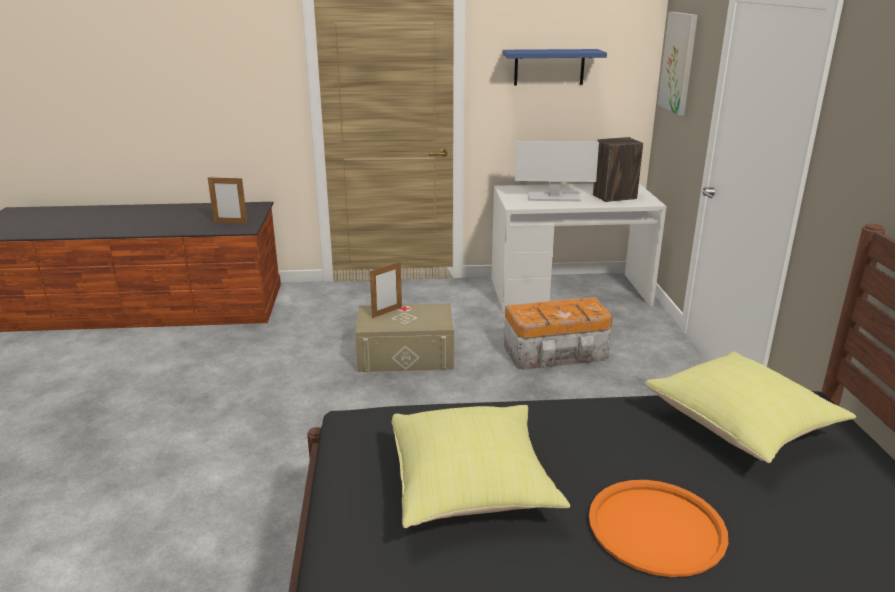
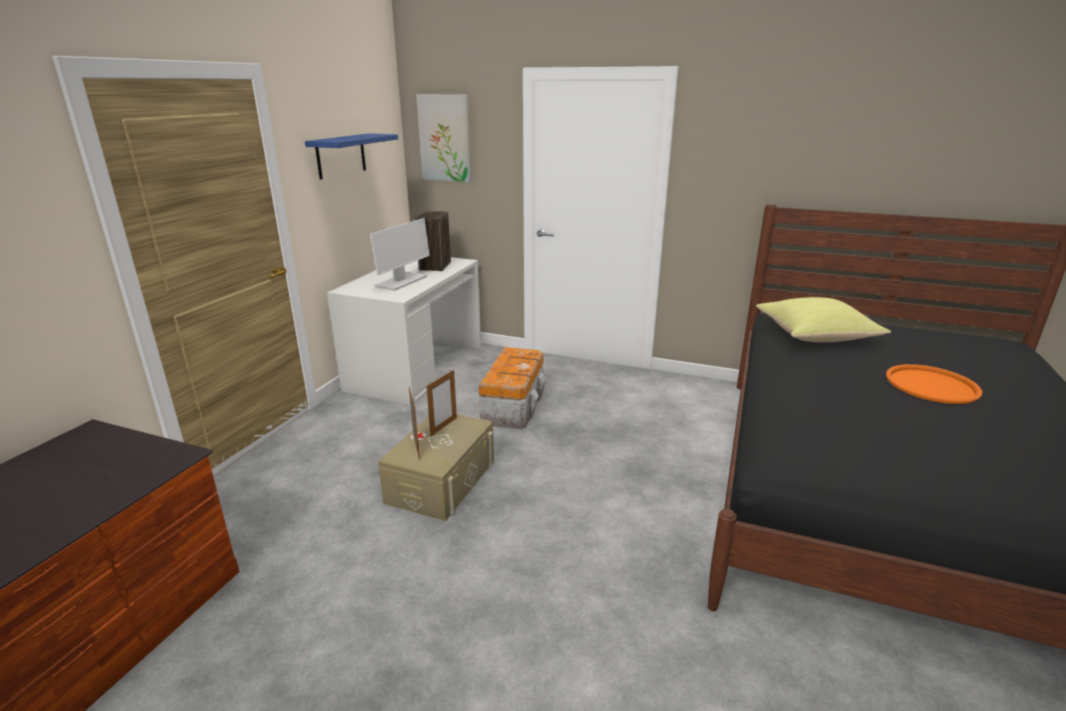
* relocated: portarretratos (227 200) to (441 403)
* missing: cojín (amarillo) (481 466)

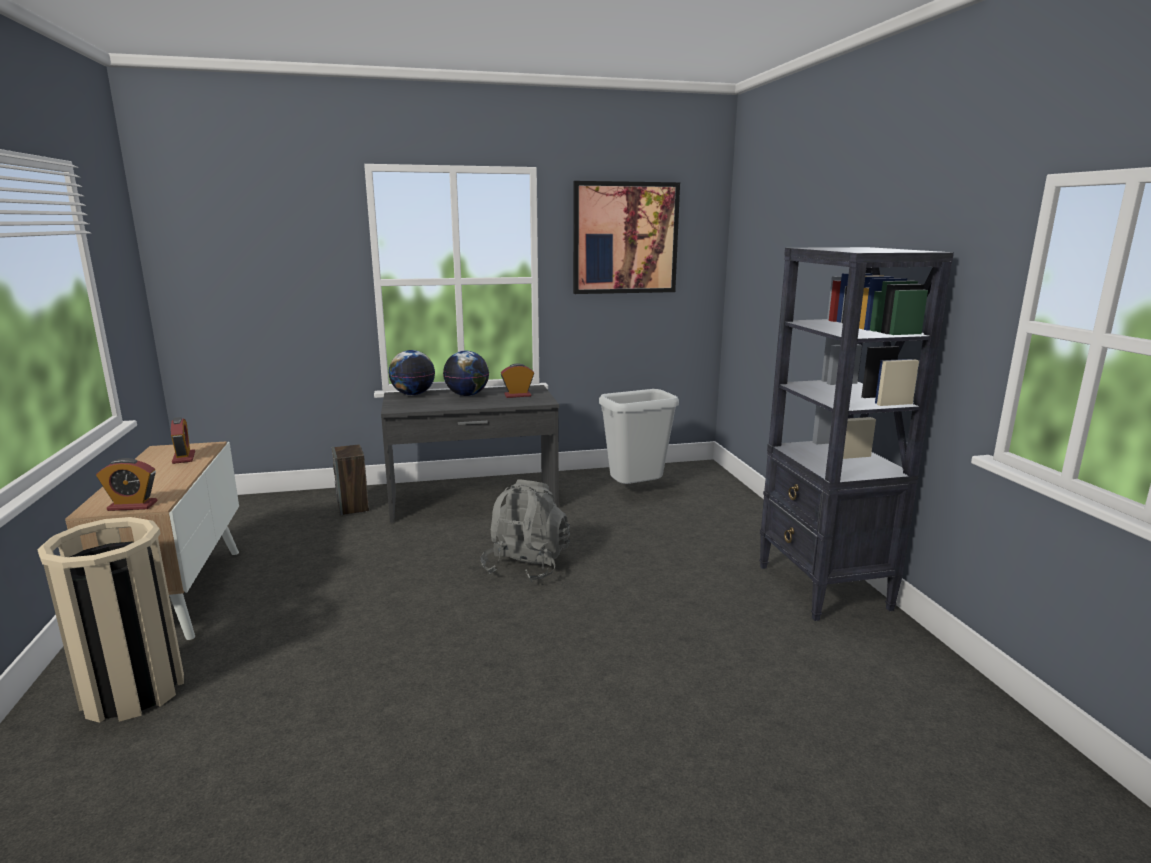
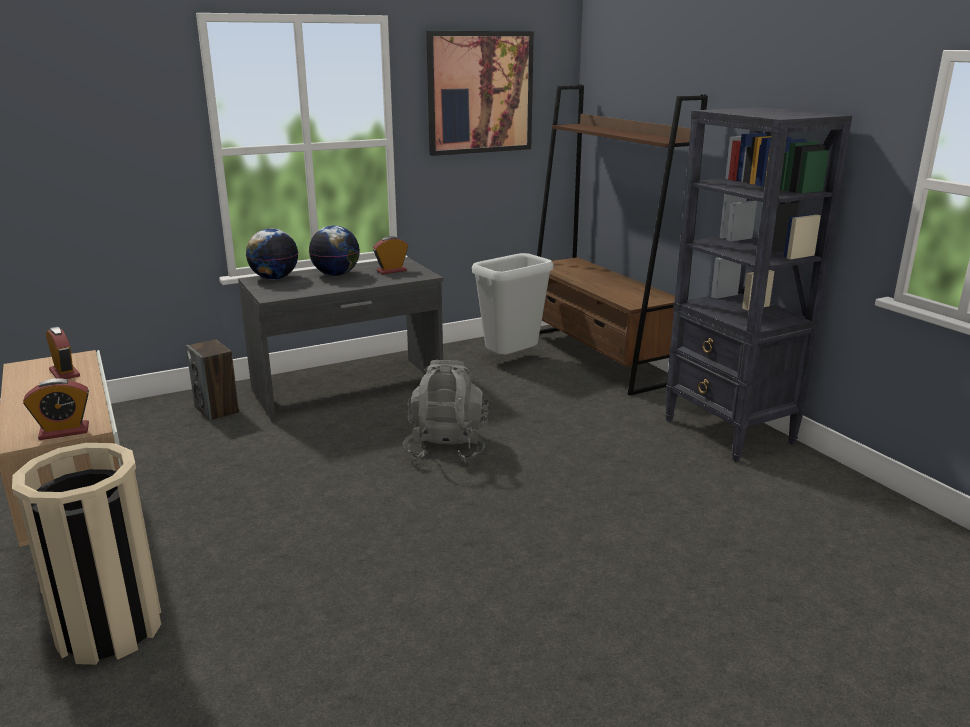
* appeared: estantería (marrón) (622 240)

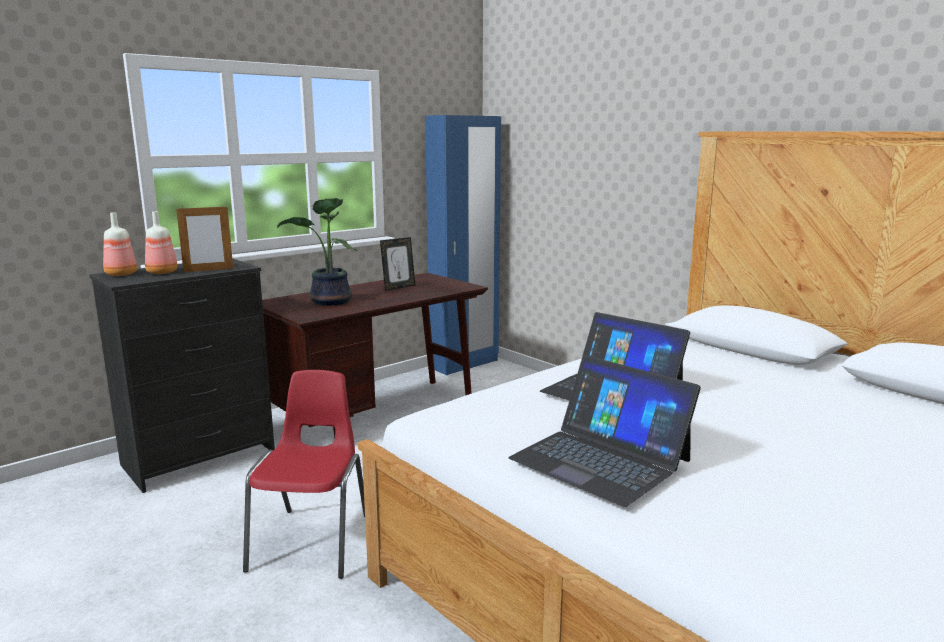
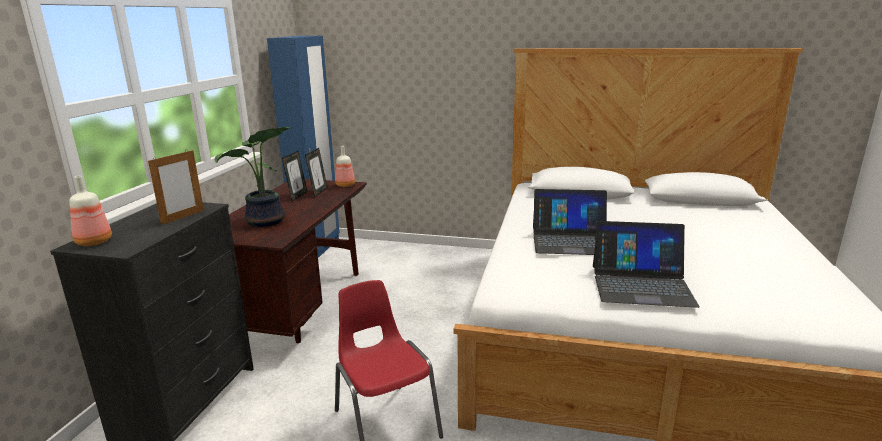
* relocated: botella (161 242) to (345 166)
* appeared: portarretratos (316 173)

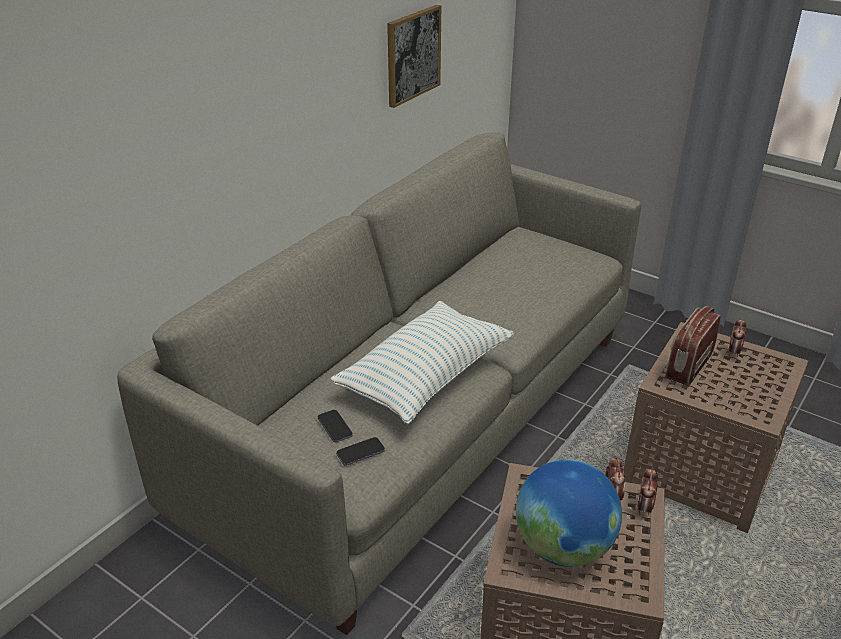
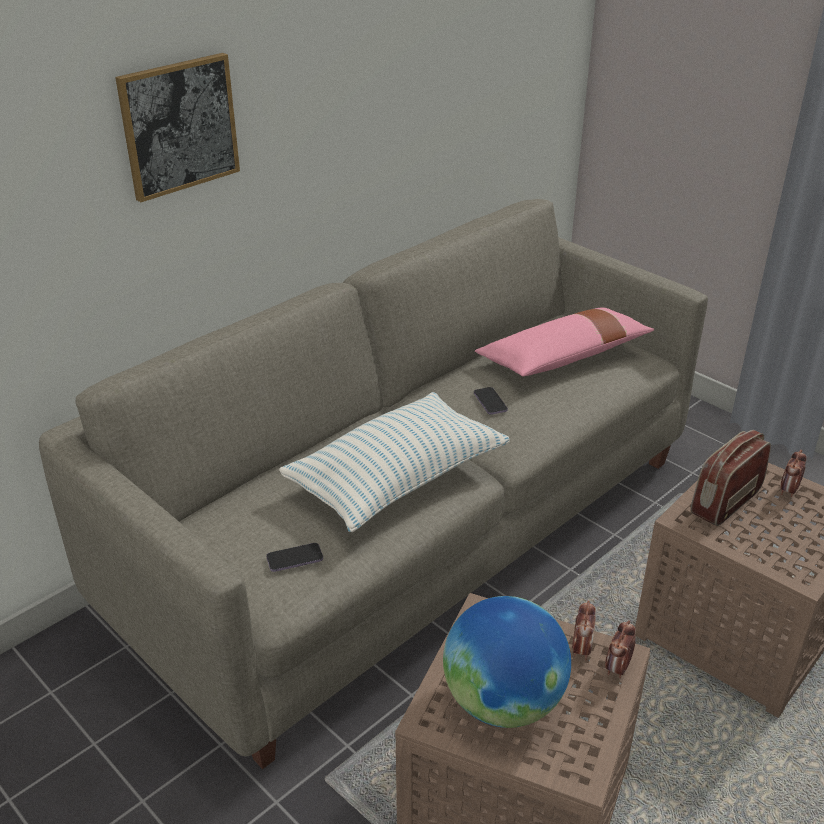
* relocated: cuadro (414 56) to (177 127)
* relocated: móvil (335 426) to (491 401)
* appeared: cojín (rosa) (564 341)

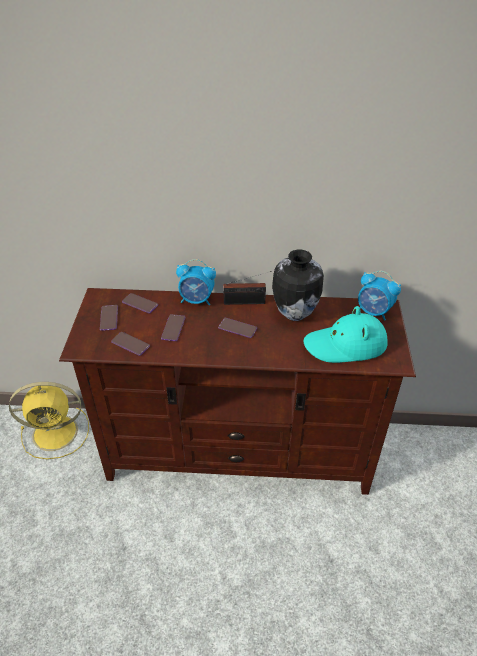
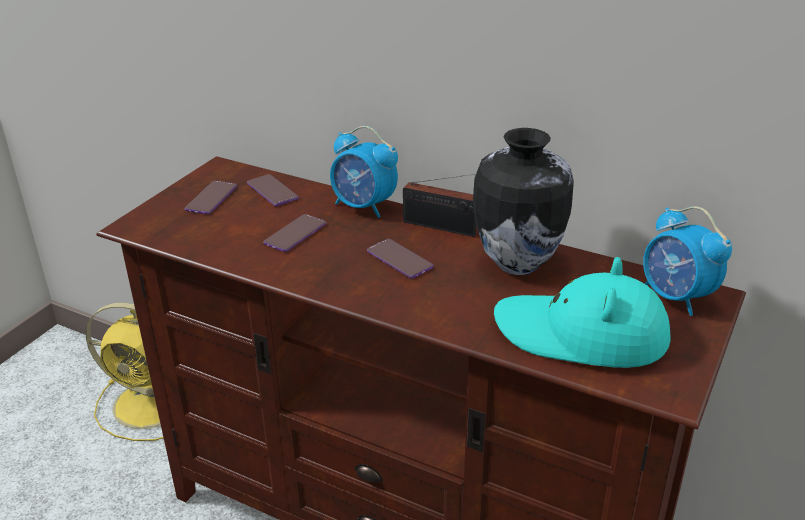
* missing: móvil (130 344)

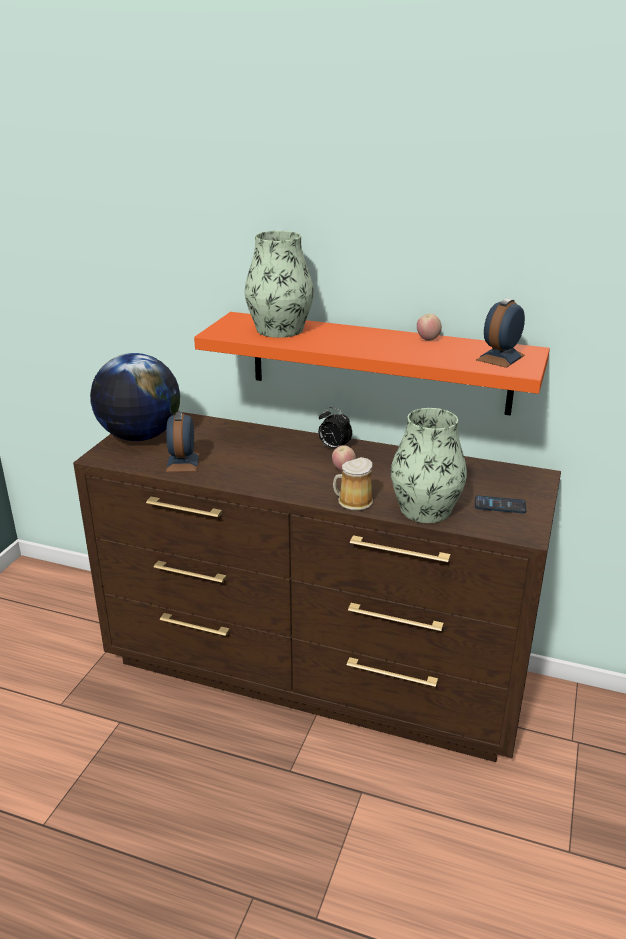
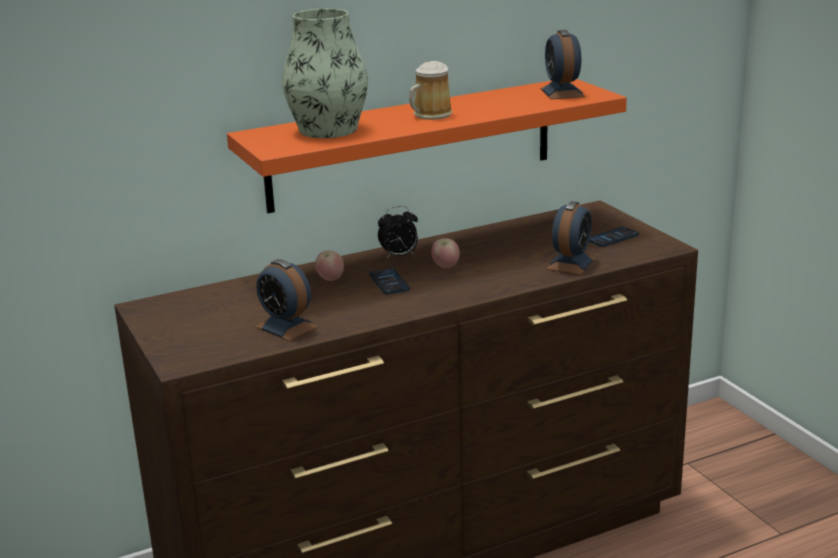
* relocated: manzana (429 327) to (329 265)
* missing: globo terráqueo (135 397)
* exchanged: florero (429 465) to despertador (571 238)
* relocated: taza grande (353 484) to (431 90)
* appeared: móvil (389 281)

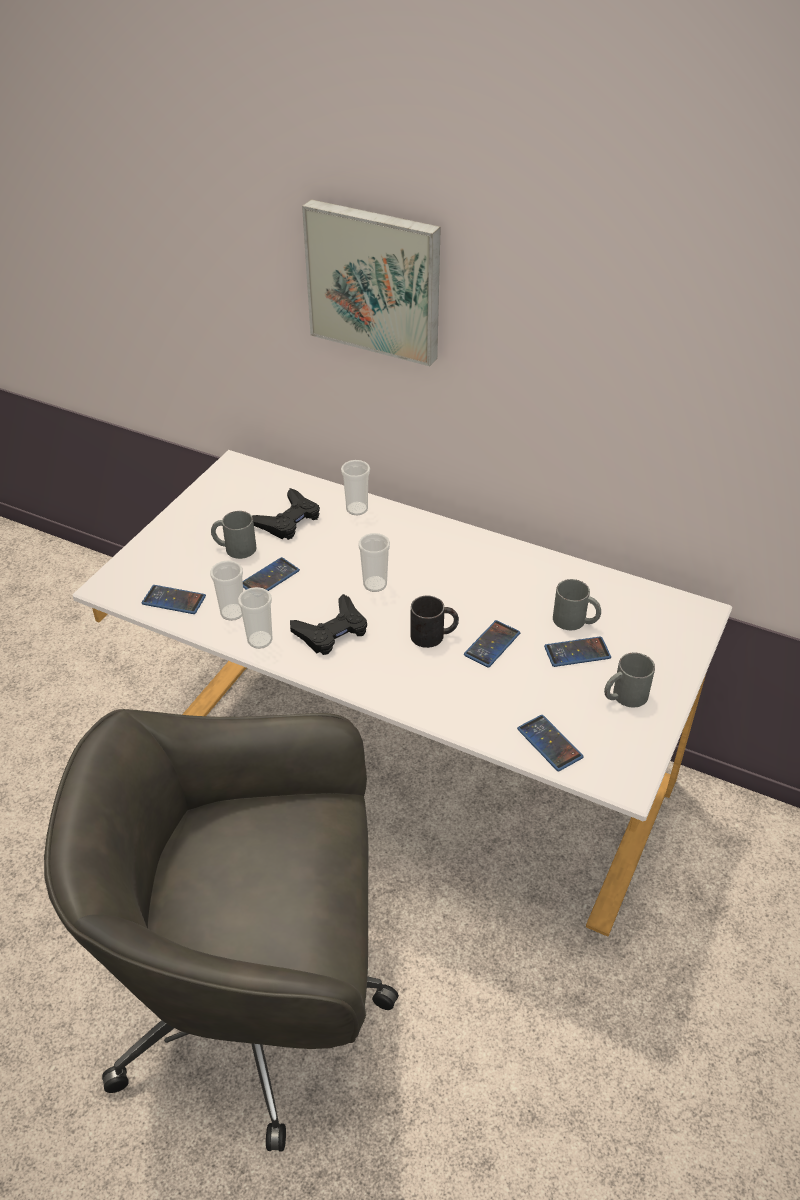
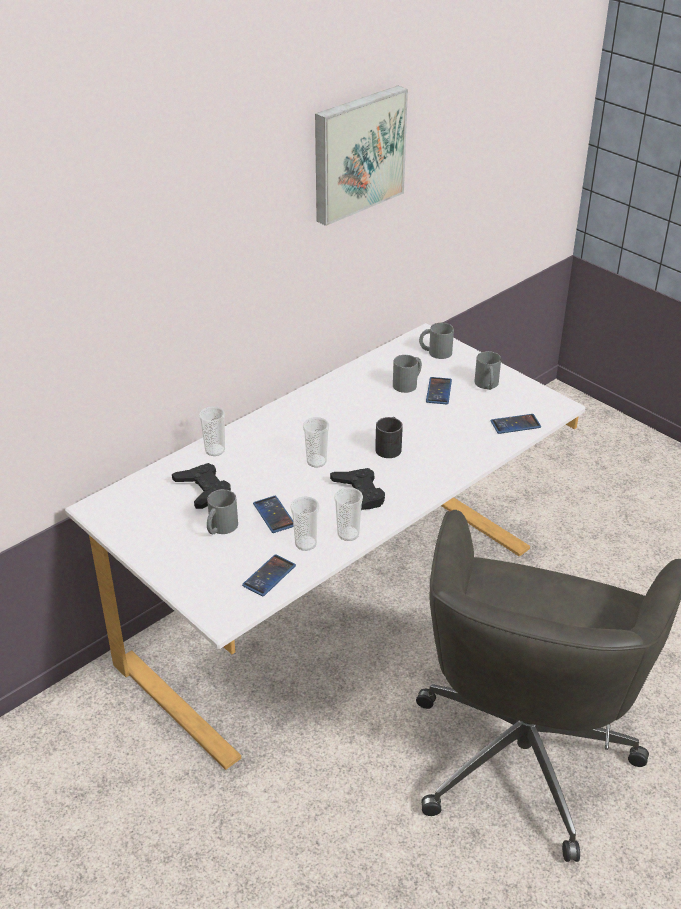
* relocated: cuadro (371 282) to (361 156)
* missing: móvil (492 643)
* appeared: taza grande (gris) (436 341)

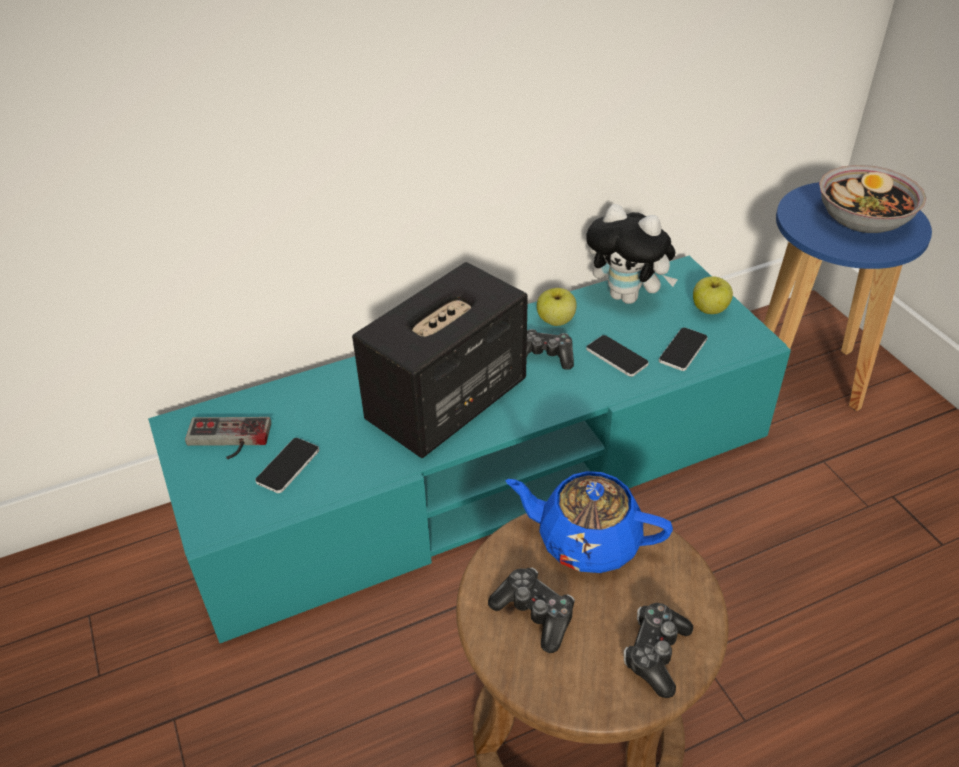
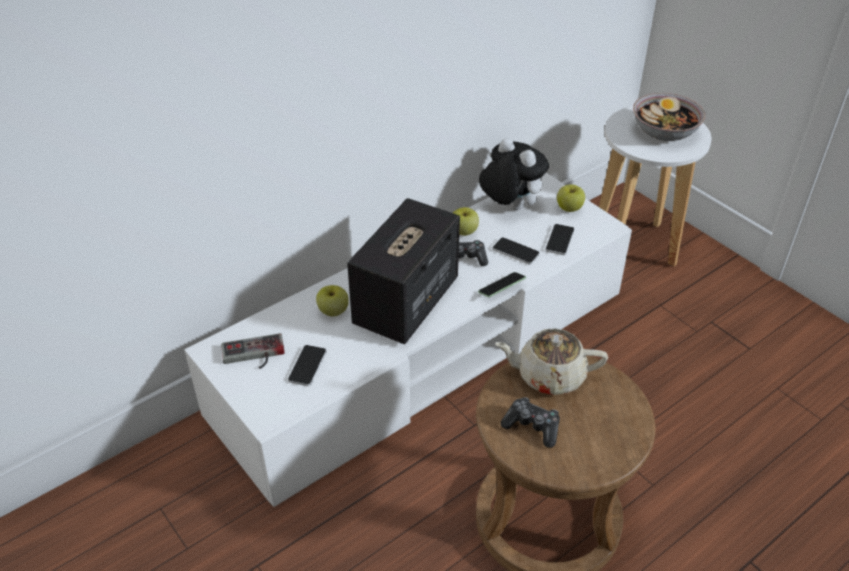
* colour: taburete (azul) (848 296) to taburete (blanco) (655 186)
* spun: peluche (632 254) = (514 174) 150 degrees counterclockwise
* colour: mueble de televisión (turquesa) (469 449) to mueble de televisión (blanco) (408 340)
* colour: tetera (azul) (589 522) to tetera (beis) (551 361)
* missing: mando de consola (658 650)
* appeared: móvil (502 284)
* appeared: manzana (332 300)

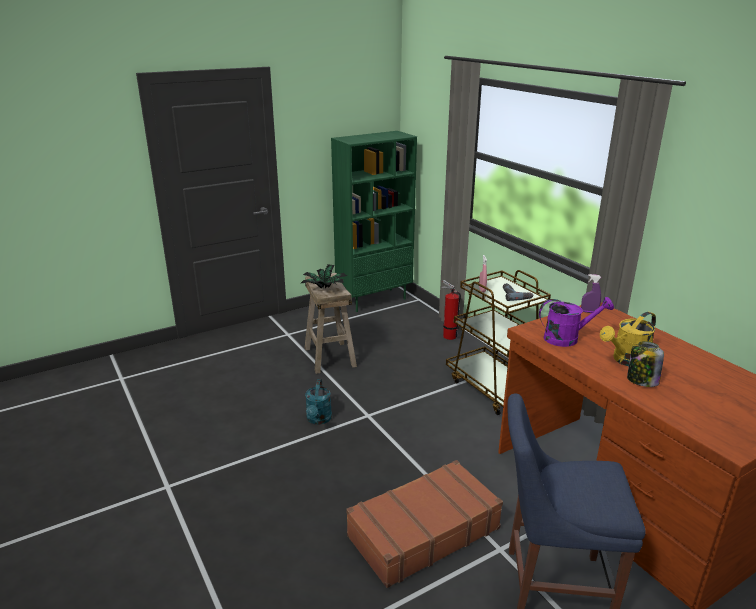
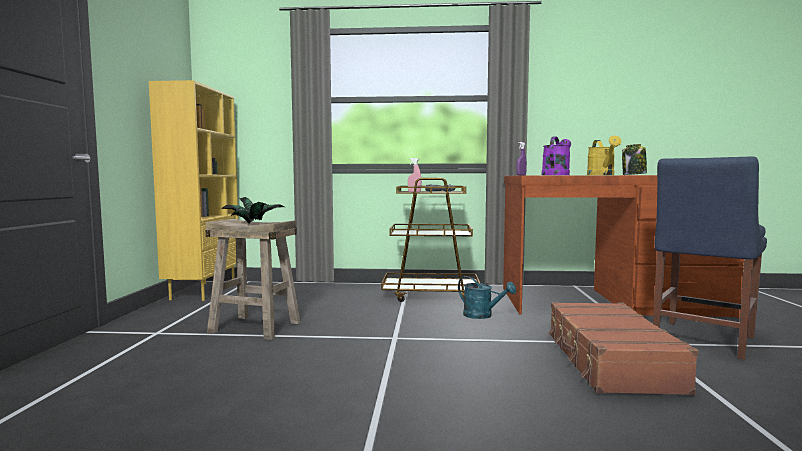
* colour: estantería (verde) (374 221) to estantería (amarillo) (193 190)
* missing: extintor (451 310)
* relocated: regadera (turquesa) (318 402) to (487 297)

